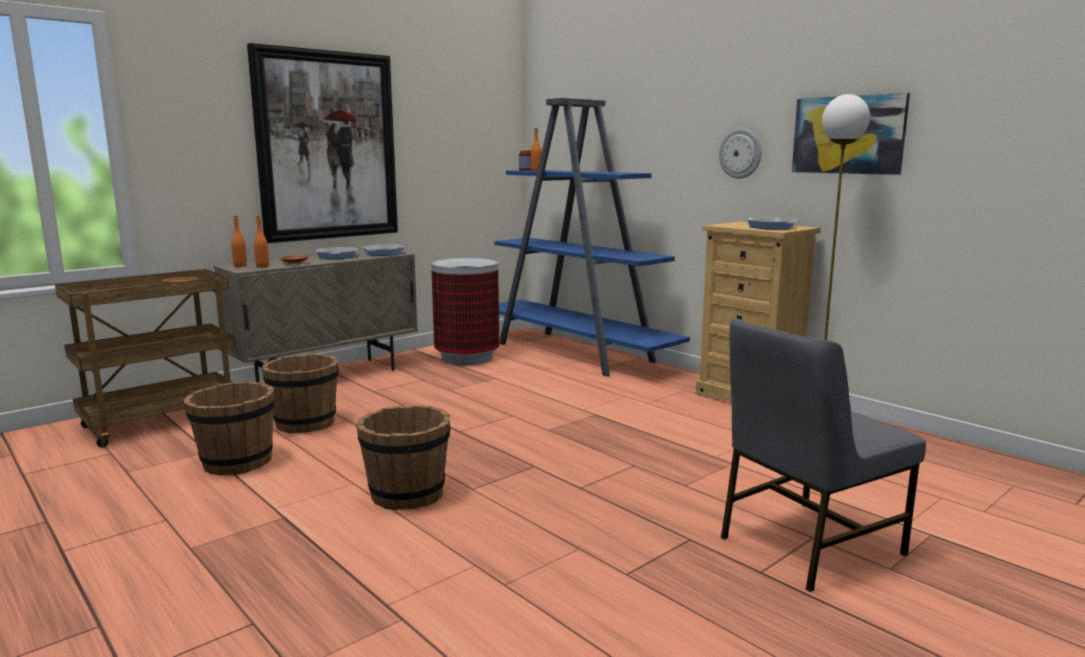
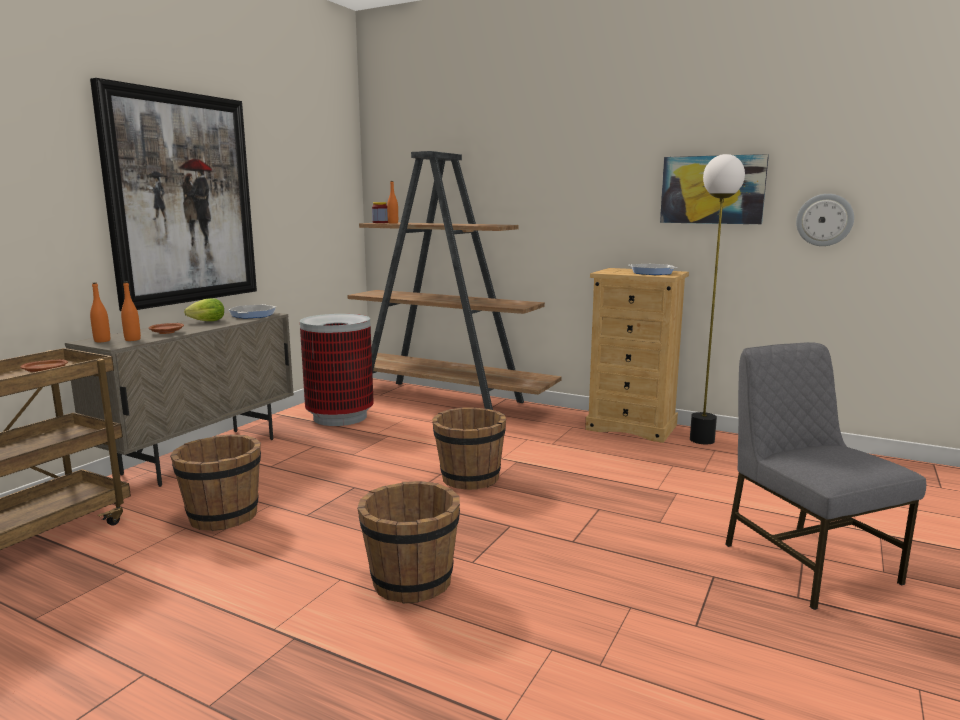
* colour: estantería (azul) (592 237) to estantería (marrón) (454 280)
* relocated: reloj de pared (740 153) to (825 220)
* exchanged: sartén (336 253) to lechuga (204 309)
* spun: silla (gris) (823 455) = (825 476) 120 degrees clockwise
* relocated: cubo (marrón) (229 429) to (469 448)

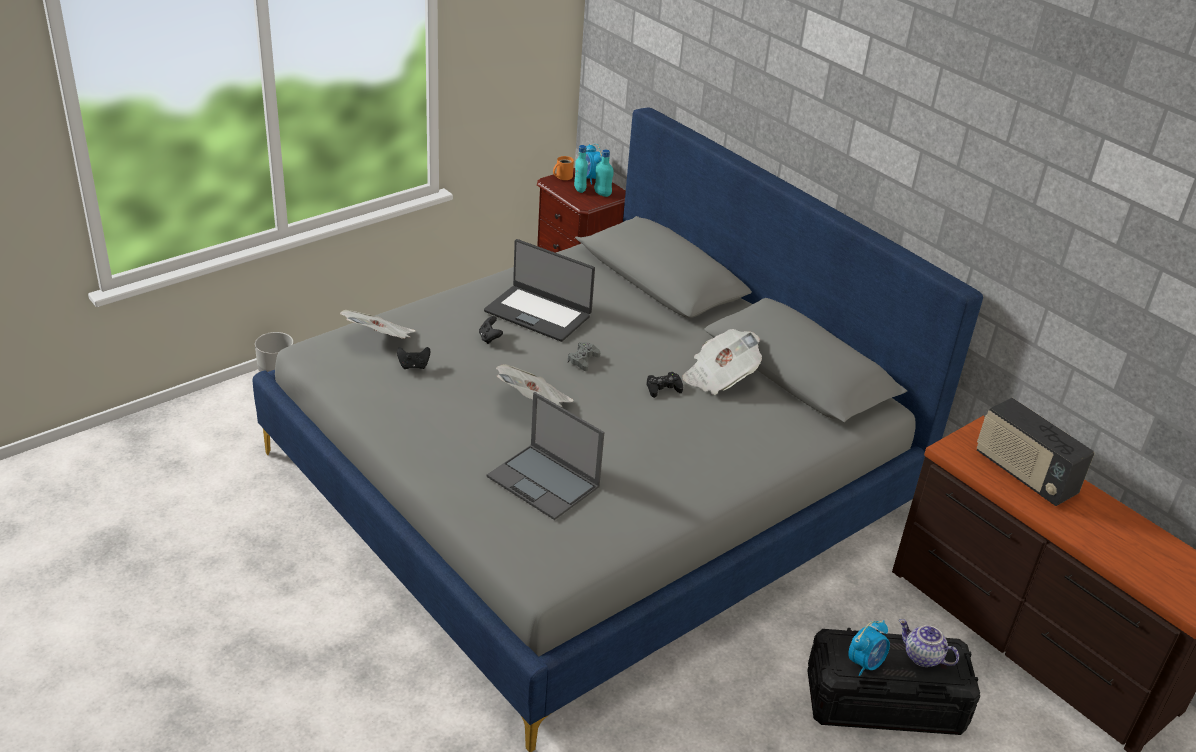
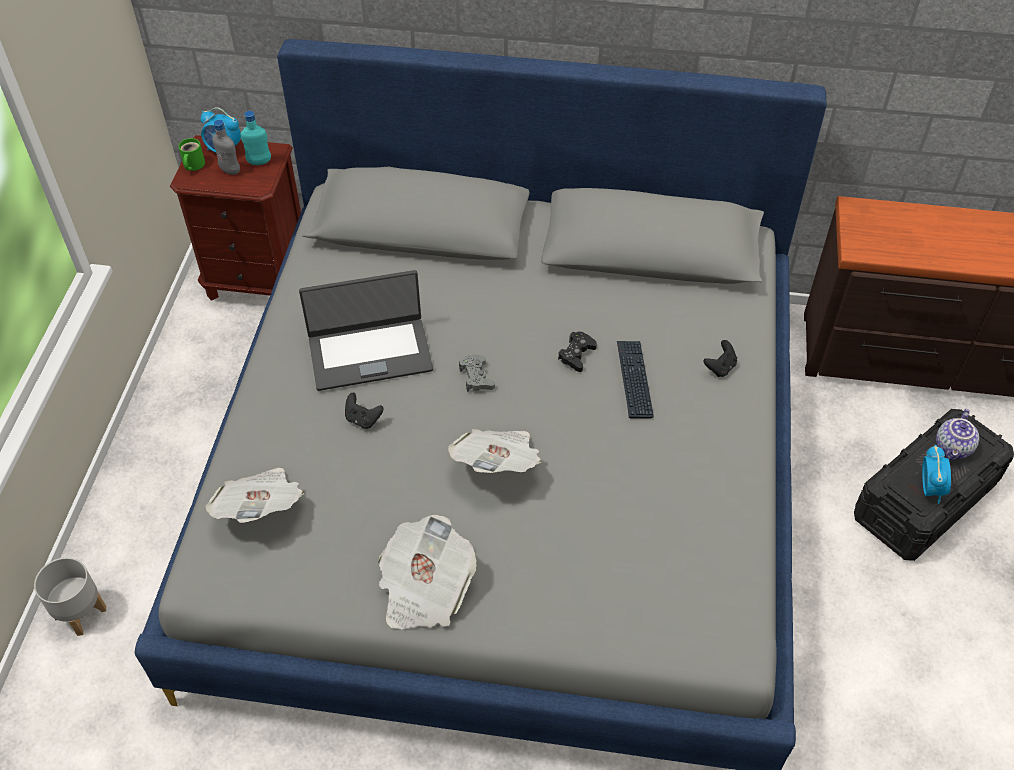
* colour: botella (turquesa) (581 169) to botella (gris) (226 147)
* colour: taza grande (naranja) (563 168) to taza grande (verde) (191 154)
* relocated: periódico (722 362) to (427 572)
* relocated: mando de consola (negro) (413 358) to (720 358)
* missing: portátil (545 456)
* missing: radio (1035 452)
* spun: tetera (929 643) = (957 434) 60 degrees counterclockwise
* appeared: teclado (635 380)

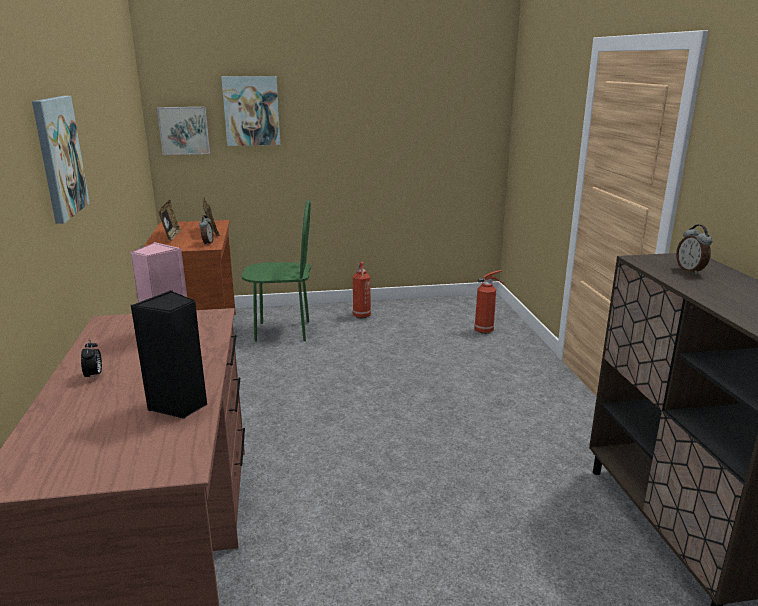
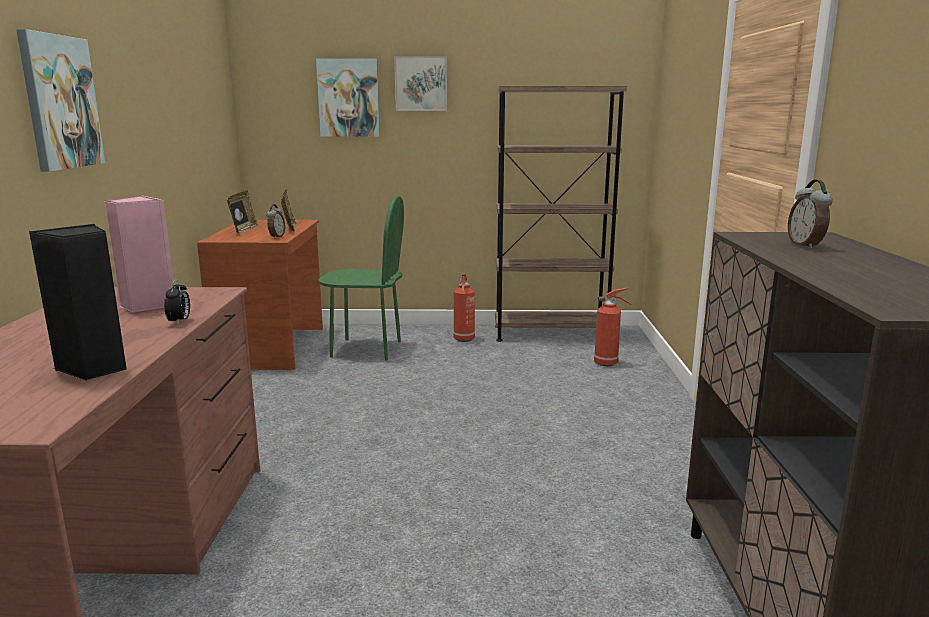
* relocated: cuadro (183 131) to (420 84)
* relocated: despertador (91 359) to (177 302)
* appeared: estantería (marrón) (561 214)

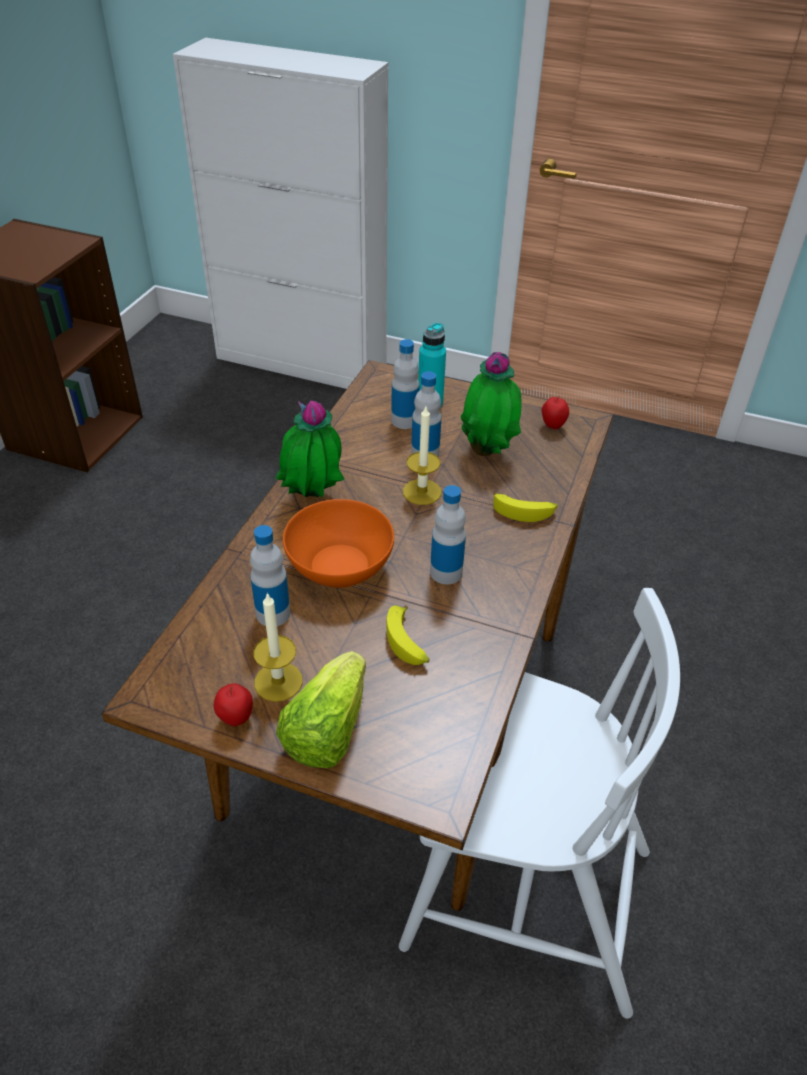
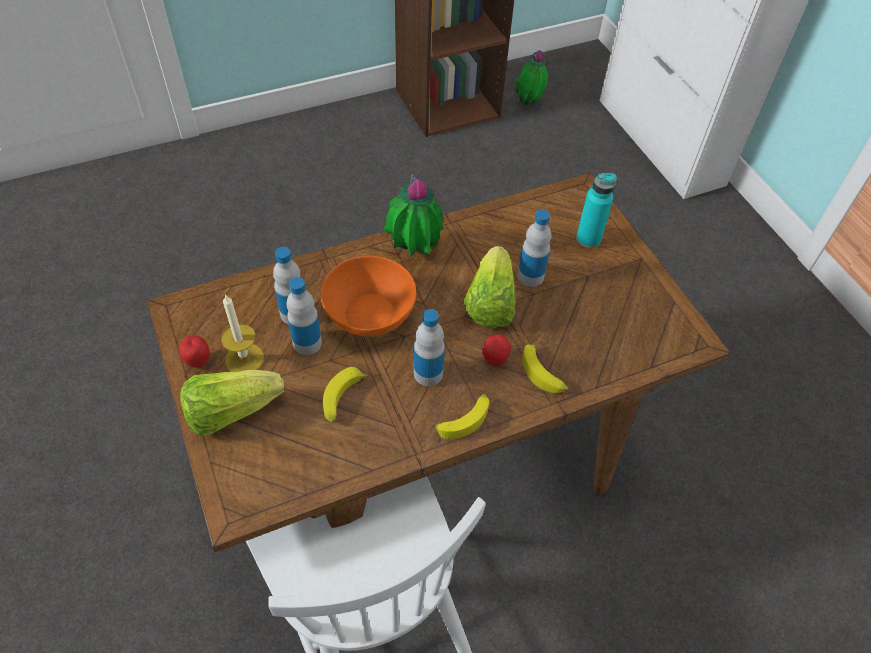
* relocated: botella (405 384) to (304 316)
* relocated: planta en maceta (491 404) to (531 77)
* relocated: manzana (555 412) to (496 350)
* exchanged: vela (422 456) to lechuga (489 287)
* appeared: plátano (460 417)

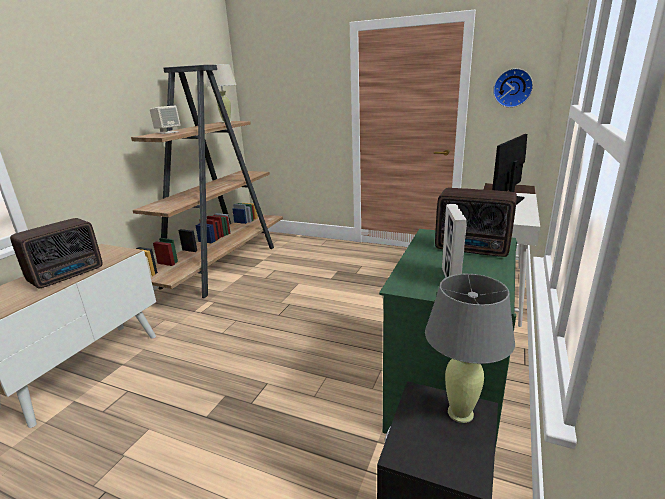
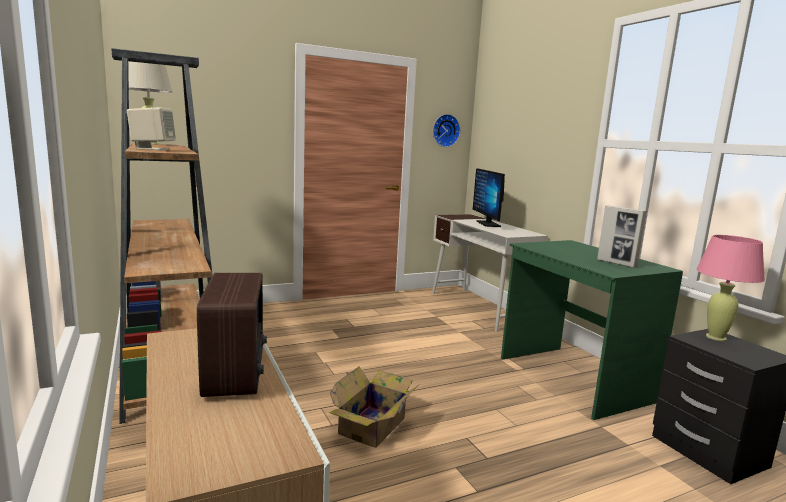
* missing: radio (476 222)
* colour: lámpara de mesa (gris) (470 348) to lámpara de mesa (rosa) (731 288)
* appeared: caja de cartón (374 407)

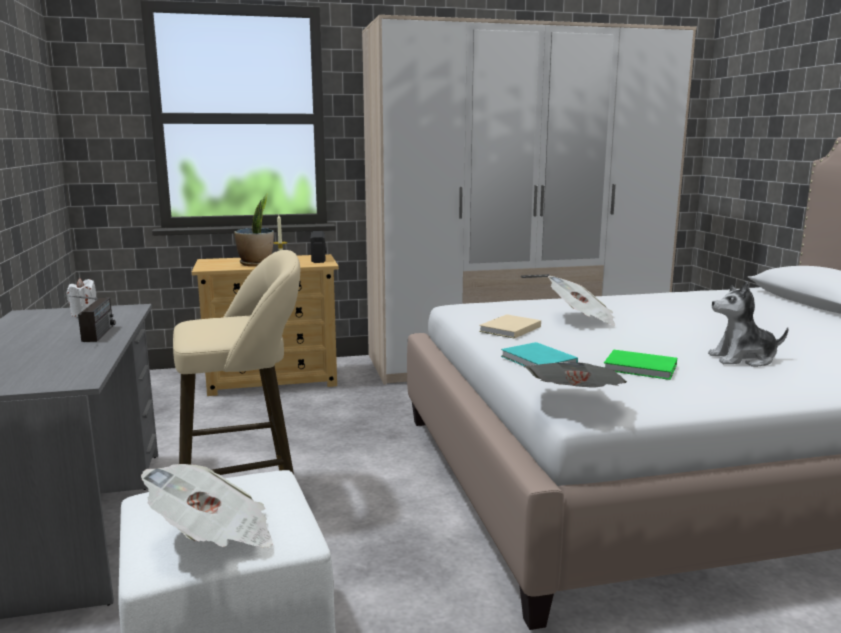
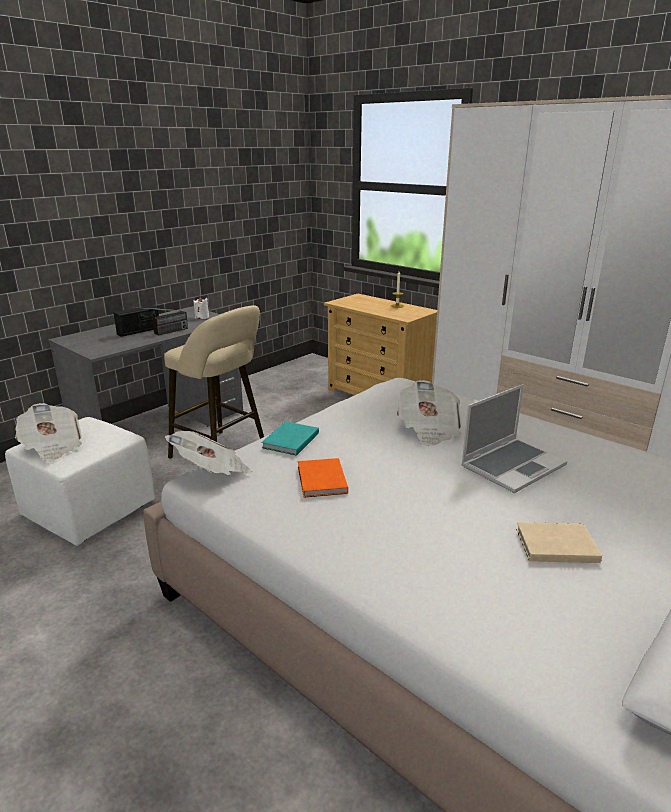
* missing: planta en maceta (254 229)
* relocated: radio (318 247) to (136 321)
* missing: peluche (748 324)
* relocated: libro (beis) (510 326) to (559 542)
* colour: libro (verde) (640 365) to libro (naranja) (323 478)
* appeared: portátil (514 438)

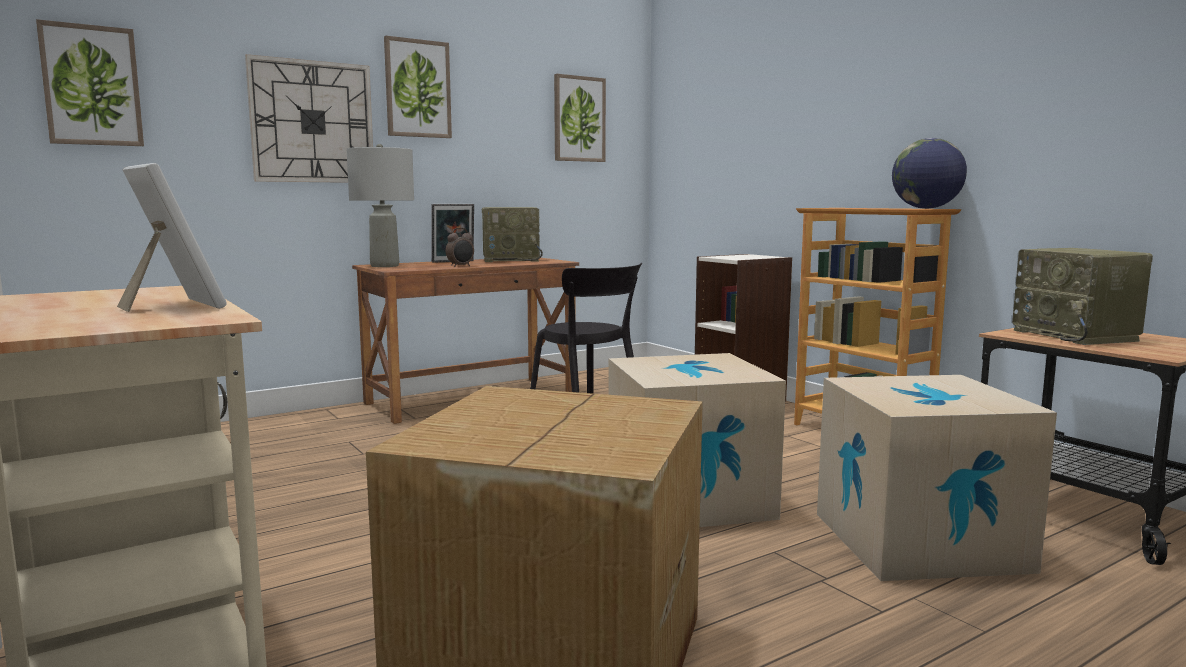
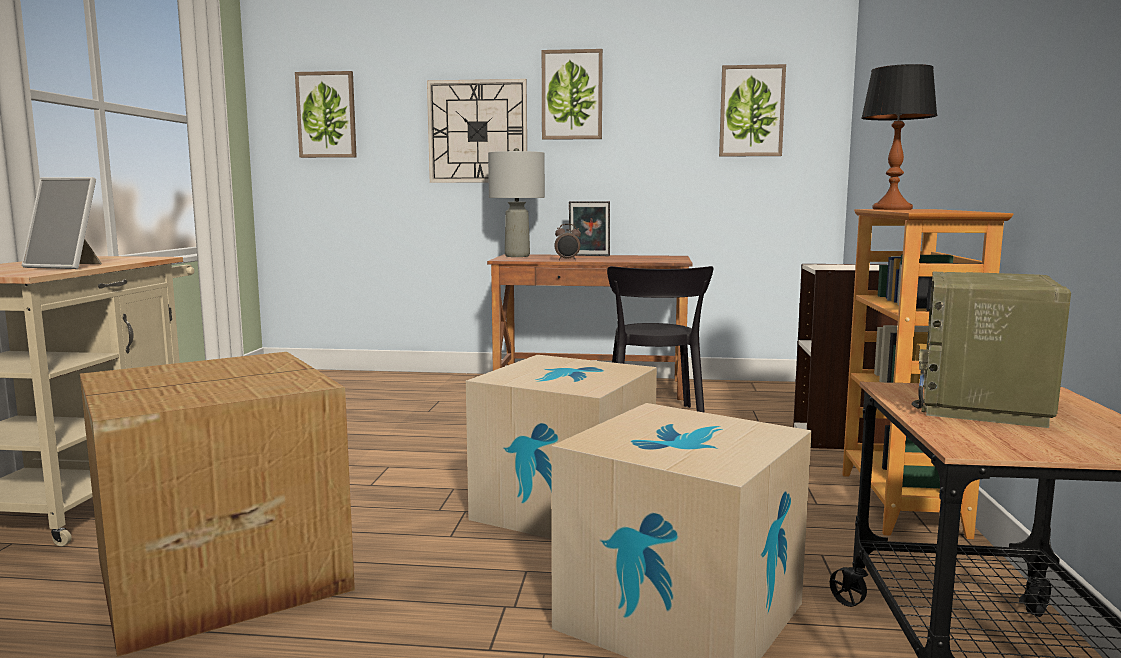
* missing: globo terráqueo (929 173)
* spun: portarretratos (172 237) = (62 223) 105 degrees clockwise
* missing: radio (512 234)
* appeared: lámpara de mesa (899 137)

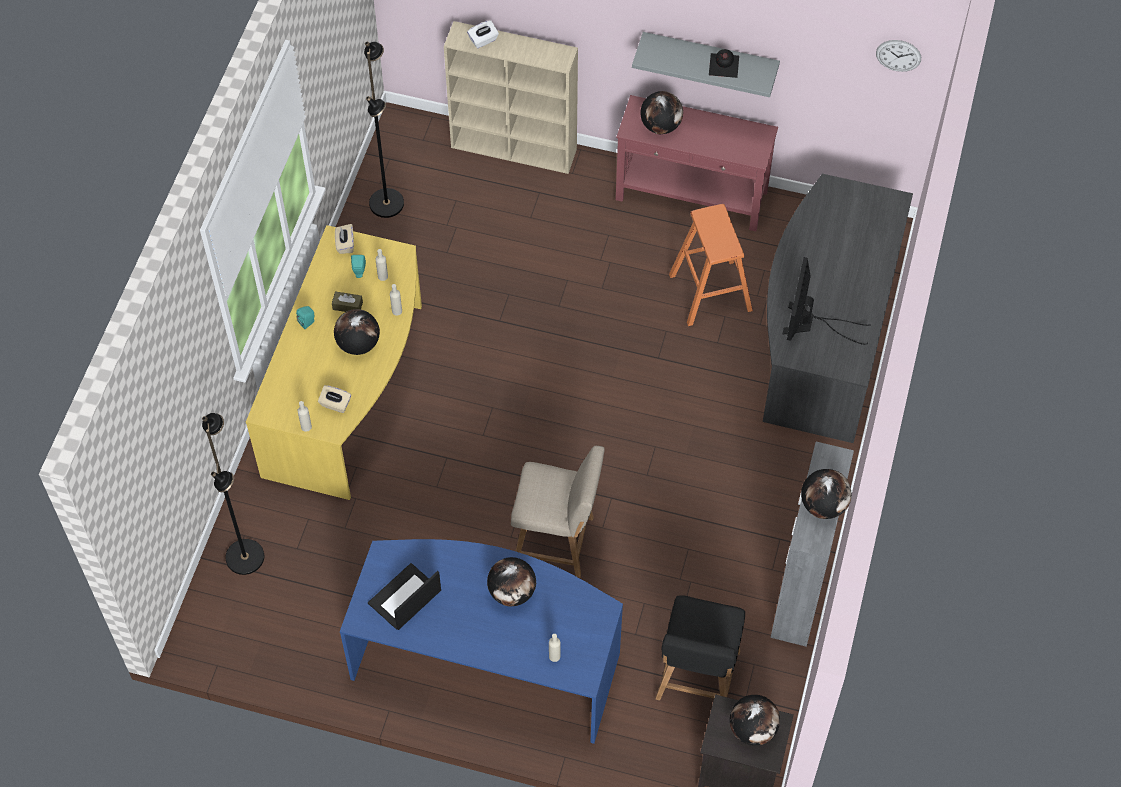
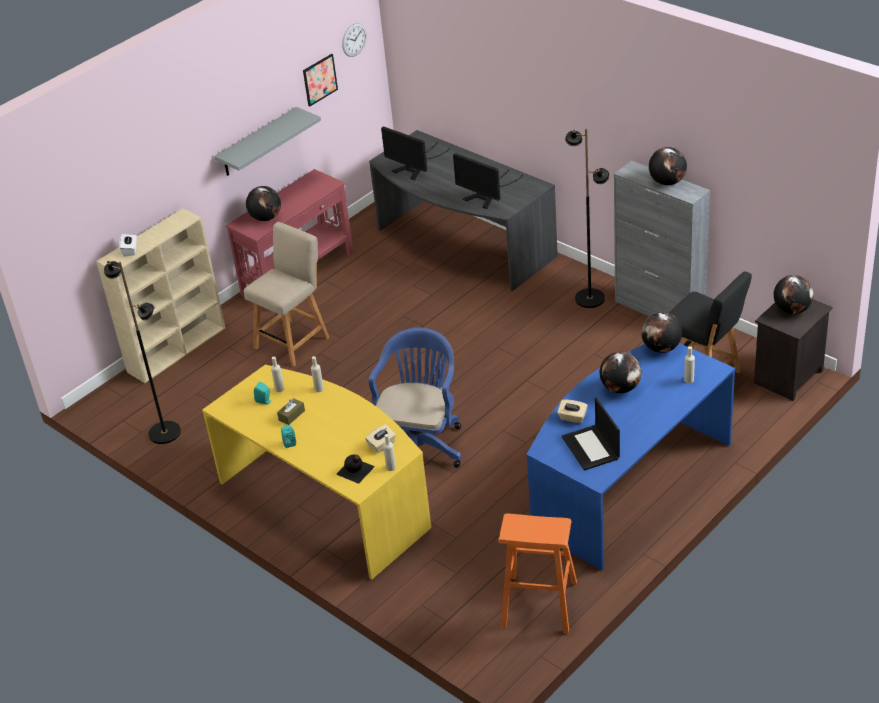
* relocated: botella (negro) (724 63) to (355 469)
* relocated: taburete (naranja) (711 265) to (538 574)
* relocated: caja de pañuelos (beis) (344 239) to (572 411)
* relocated: globo terráqueo (357 332) to (661 332)
* relocated: lámpara de pie (negro) (233 494) to (587 218)
* relocated: silla (beis) (558 512) to (286 294)
* appeared: cuadro (320 80)
* appeared: monitor (415 153)
* appeared: silla de oficina (azul) (415 398)

